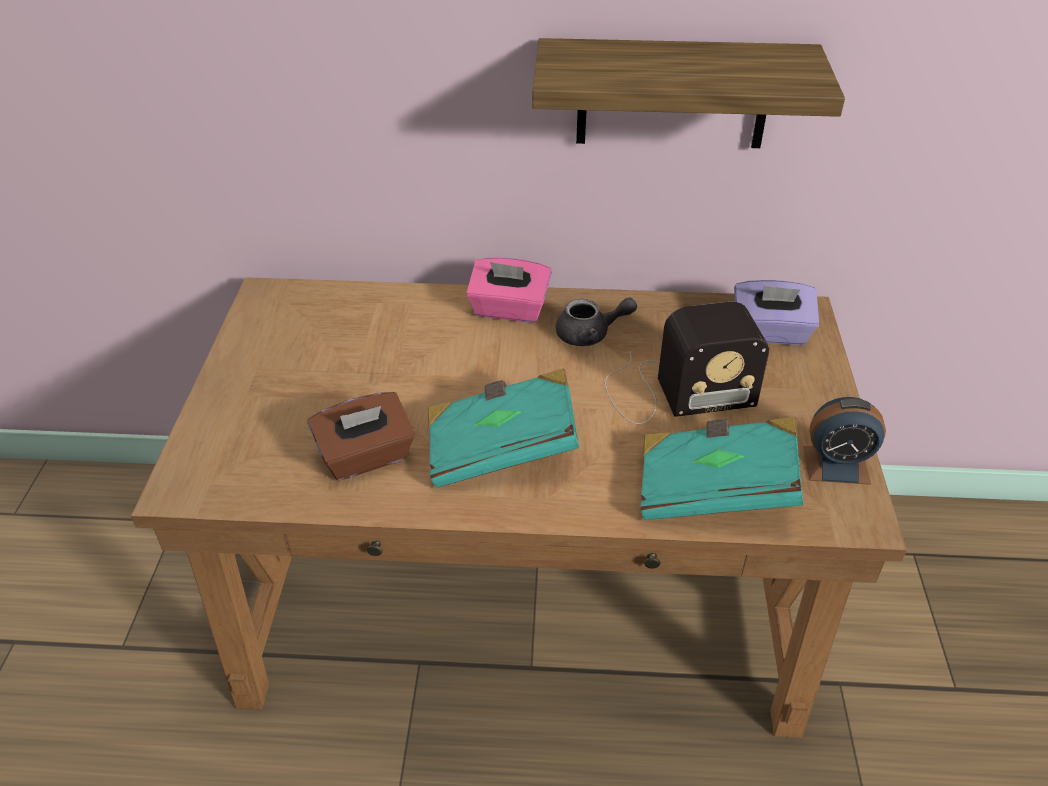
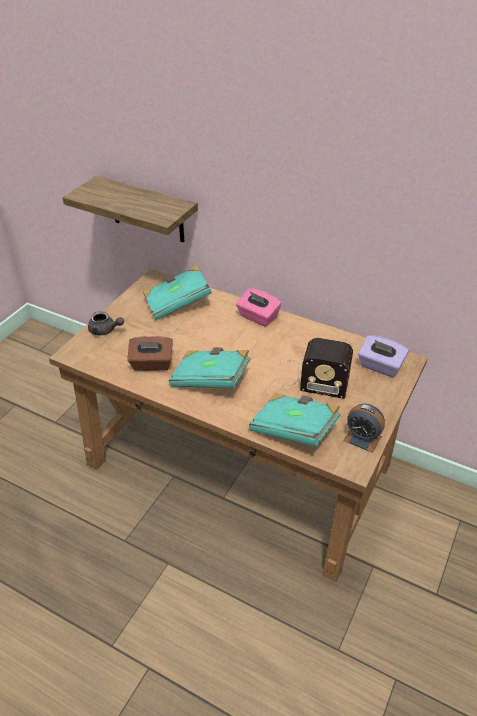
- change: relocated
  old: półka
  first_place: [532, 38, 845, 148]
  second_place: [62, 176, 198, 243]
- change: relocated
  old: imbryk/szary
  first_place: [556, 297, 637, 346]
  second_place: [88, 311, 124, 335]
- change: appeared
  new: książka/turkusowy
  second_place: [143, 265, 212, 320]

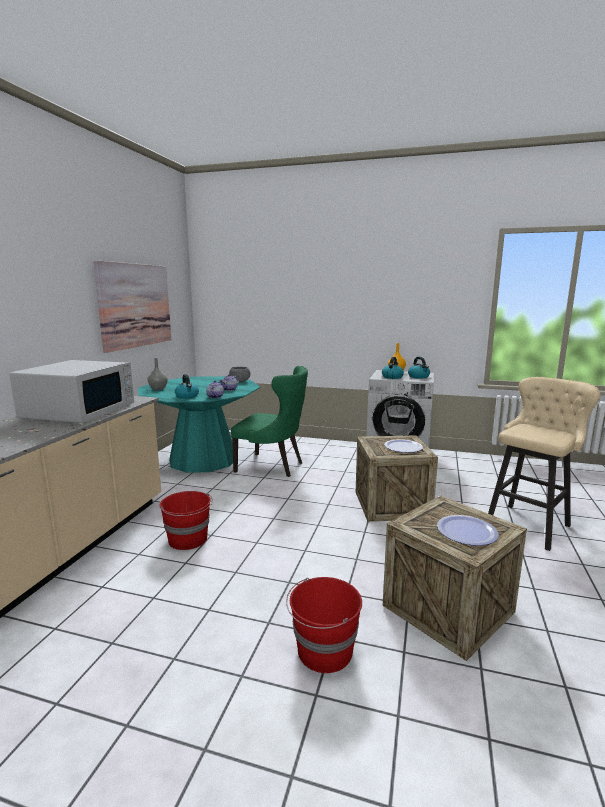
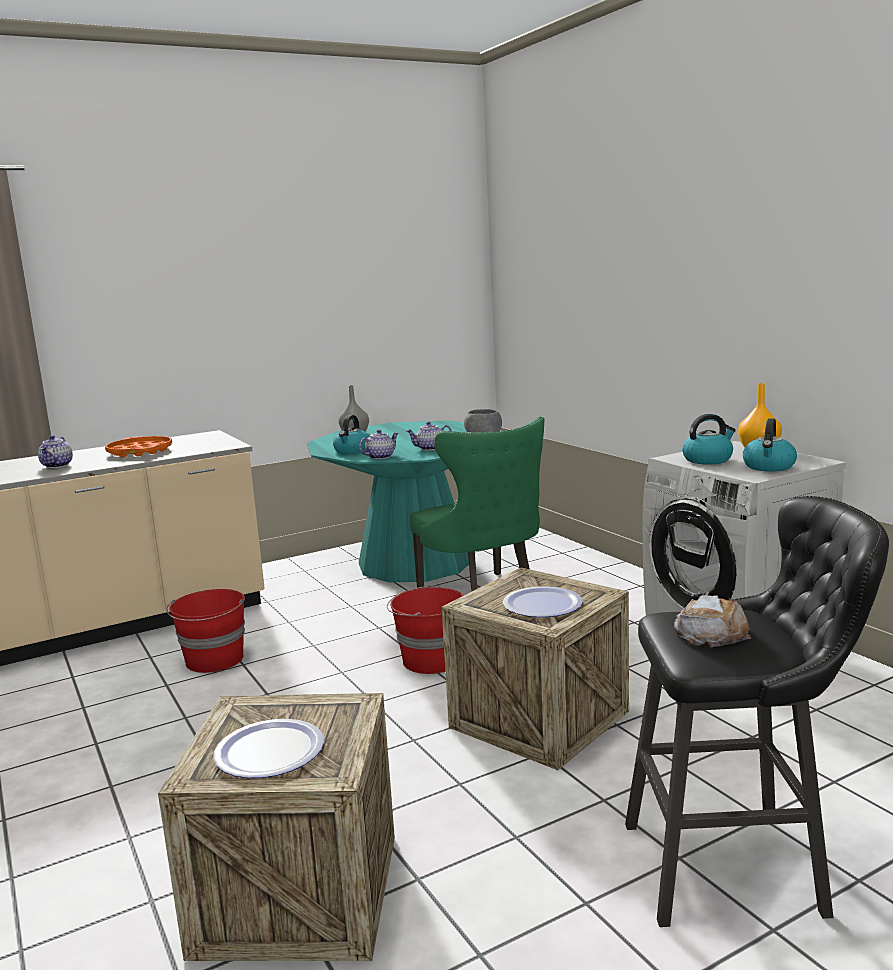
- change: missing
  old: obraz
  first_place: [93, 260, 171, 353]
- change: exchanged
  old: mikrofalówka/biały
  new: taca/pomarańczowy
  first_place: [9, 360, 134, 423]
  second_place: [105, 436, 172, 457]
- change: colour
  old: stołek/beżowy
  new: stołek/czarny
  first_place: [488, 377, 601, 551]
  second_place: [625, 496, 889, 927]
- change: relocated
  old: wiadro/czerwony
  first_place: [286, 577, 362, 673]
  second_place: [387, 585, 464, 674]
- change: appeared
  new: imbryk
  second_place: [38, 435, 73, 468]
- change: appeared
  new: chleb
  second_place: [674, 595, 751, 647]

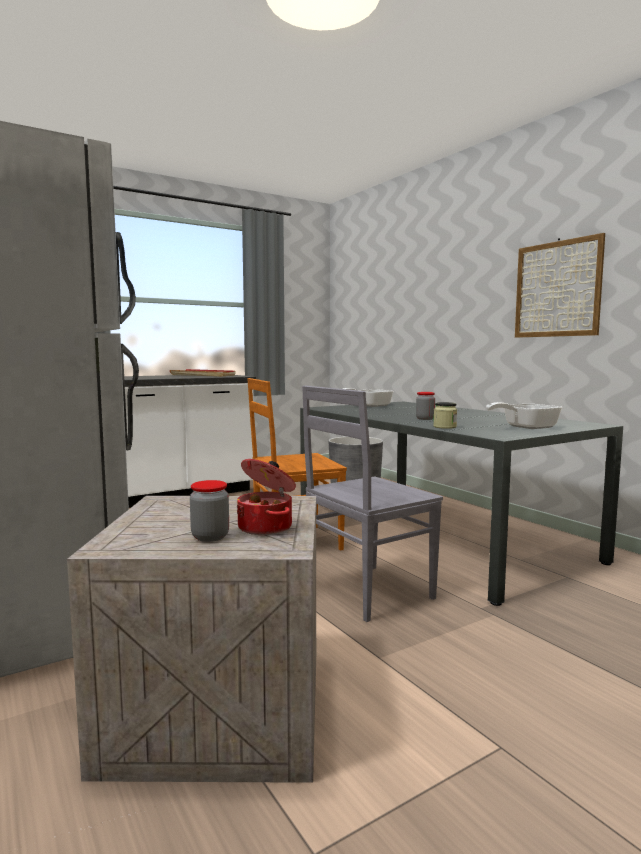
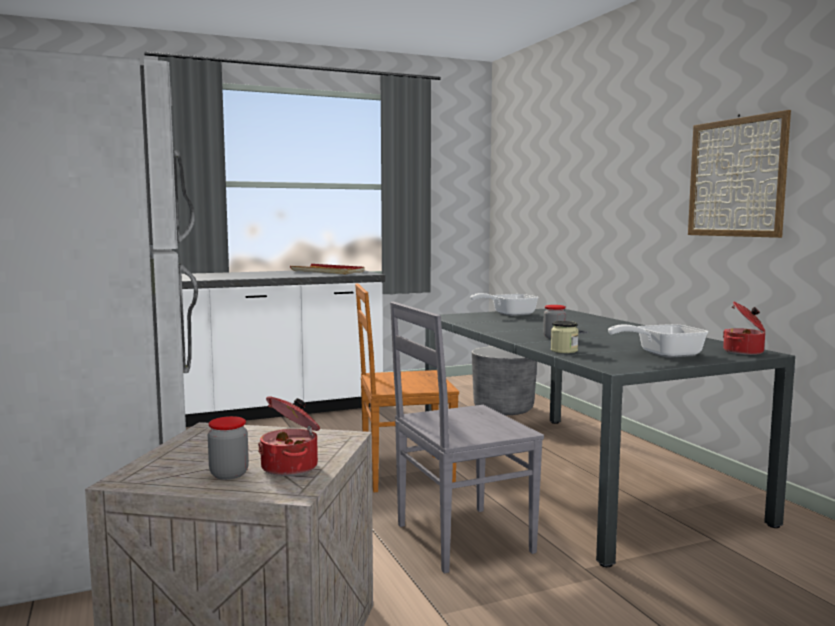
- change: appeared
  new: garnek
  second_place: [723, 302, 765, 355]

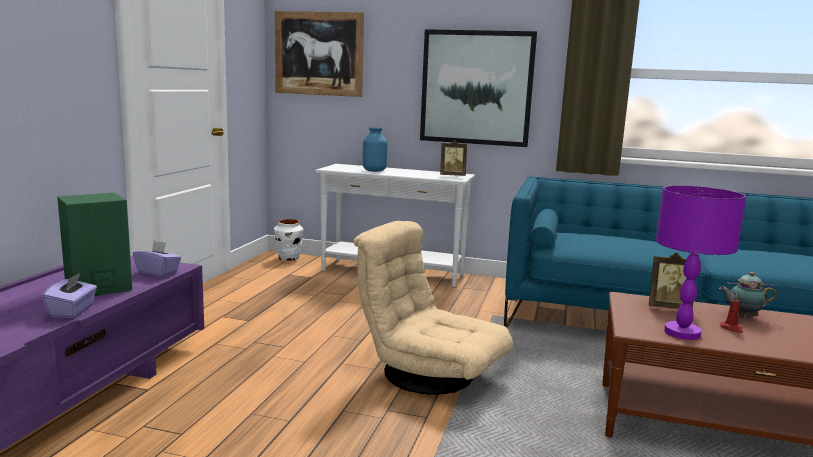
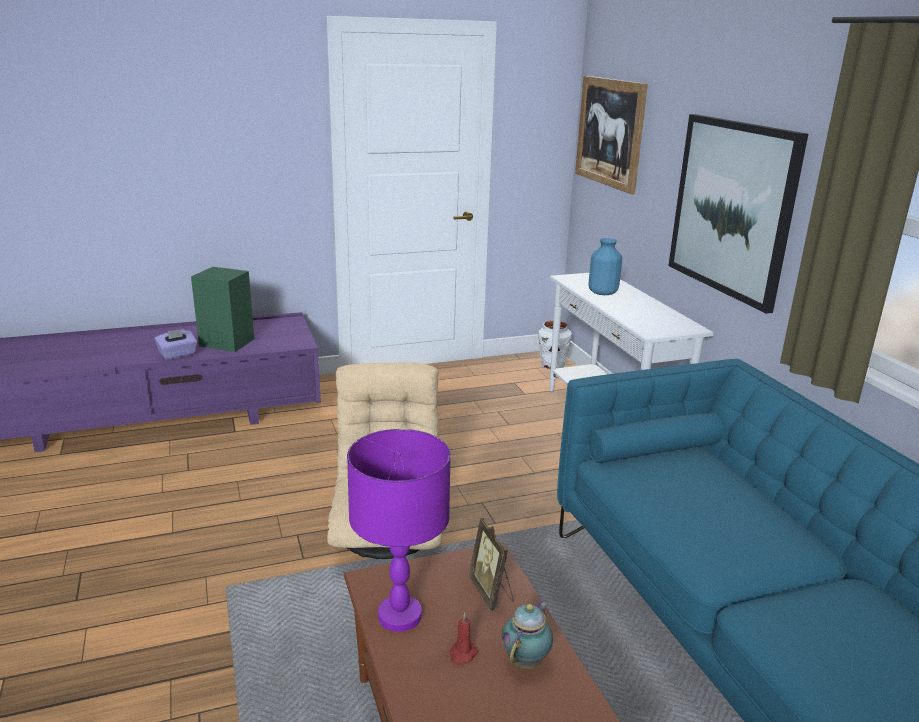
- change: missing
  old: ramka na zdjęcie
  first_place: [440, 140, 467, 176]
- change: missing
  old: pudełko chusteczek/fioletowy
  first_place: [133, 240, 181, 277]
- change: spun
  old: imbryk
  first_place: [719, 272, 777, 318]
  second_place: [501, 599, 553, 669]
  degrees: 60

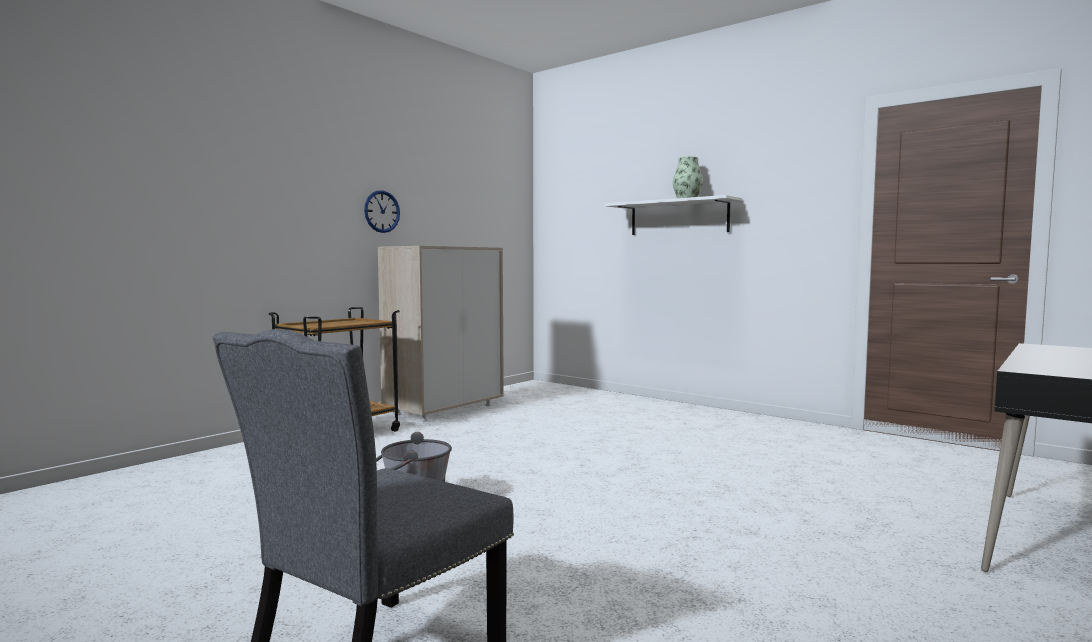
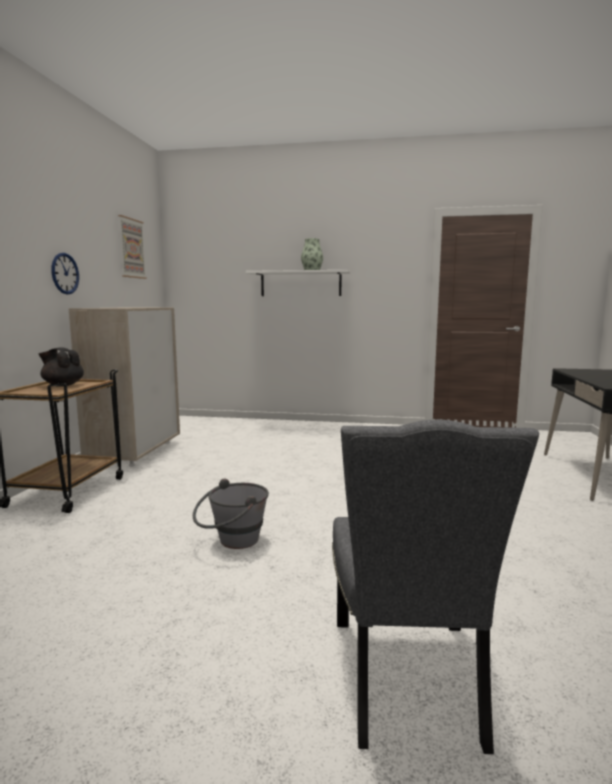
- change: appeared
  new: obraz
  second_place: [118, 215, 147, 279]
- change: appeared
  new: imbryk/czarny
  second_place: [39, 347, 84, 387]

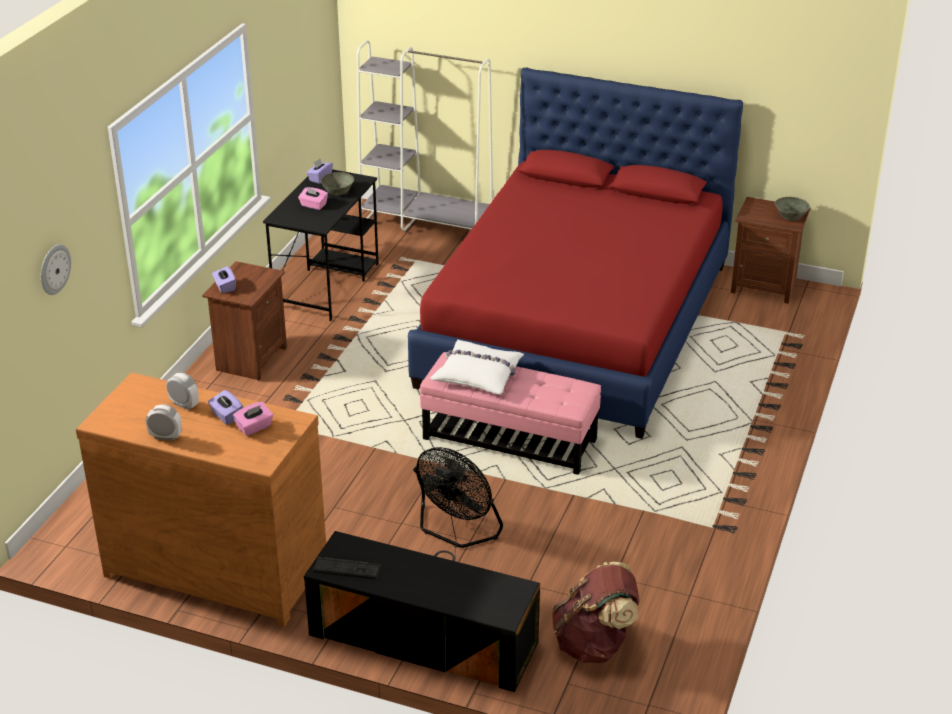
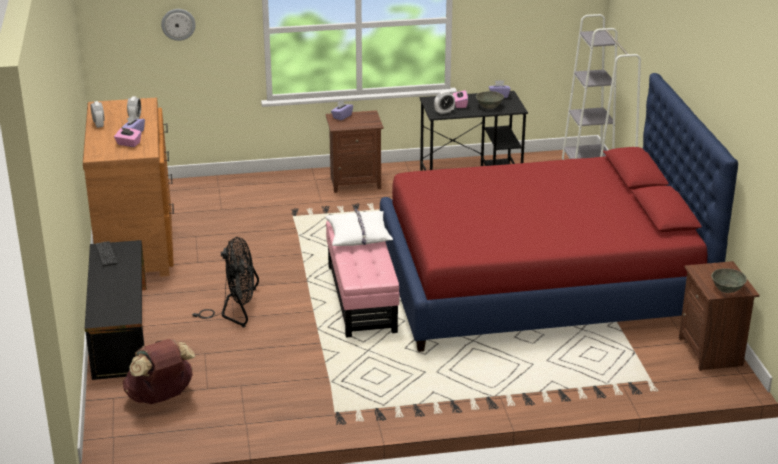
- change: appeared
  new: budzik
  second_place: [434, 91, 455, 114]

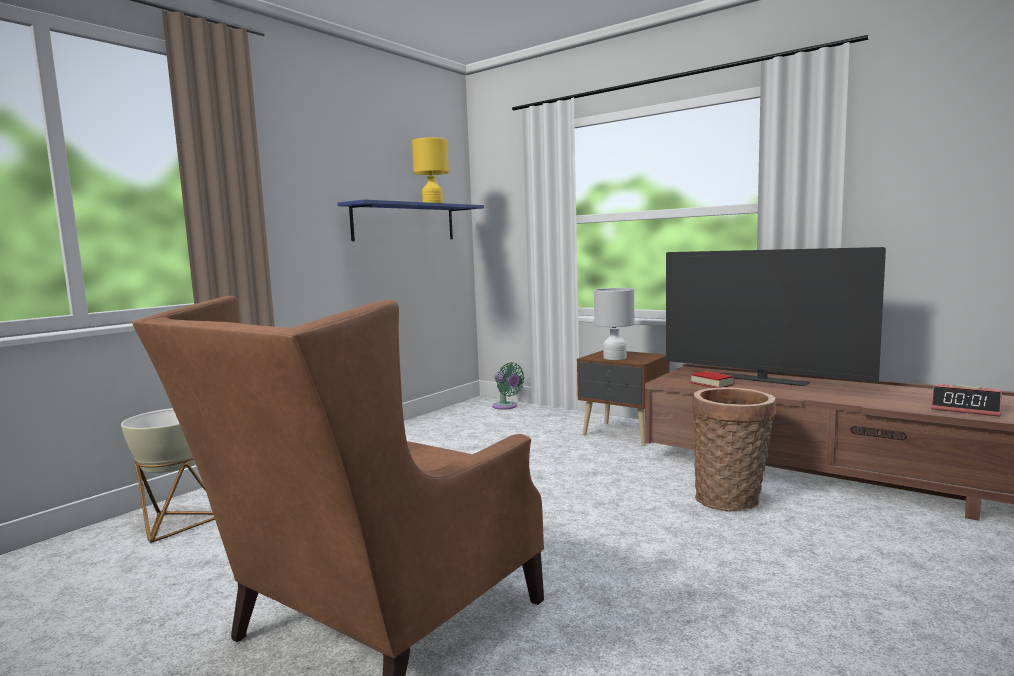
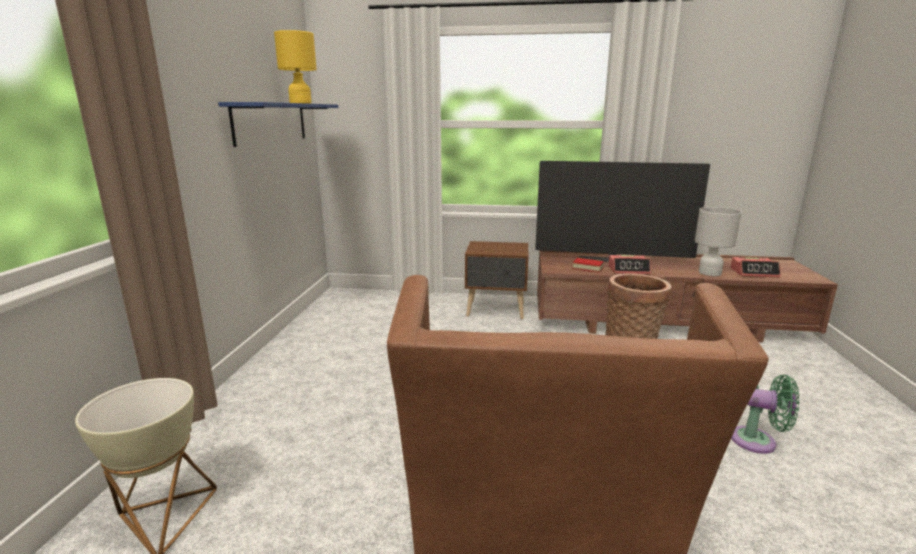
- change: relocated
  old: lampa stołowa/szary
  first_place: [594, 288, 634, 360]
  second_place: [695, 207, 741, 276]
- change: relocated
  old: wentylator/zielony
  first_place: [492, 362, 525, 410]
  second_place: [731, 375, 799, 454]
- change: appeared
  new: budzik
  second_place: [608, 255, 651, 274]

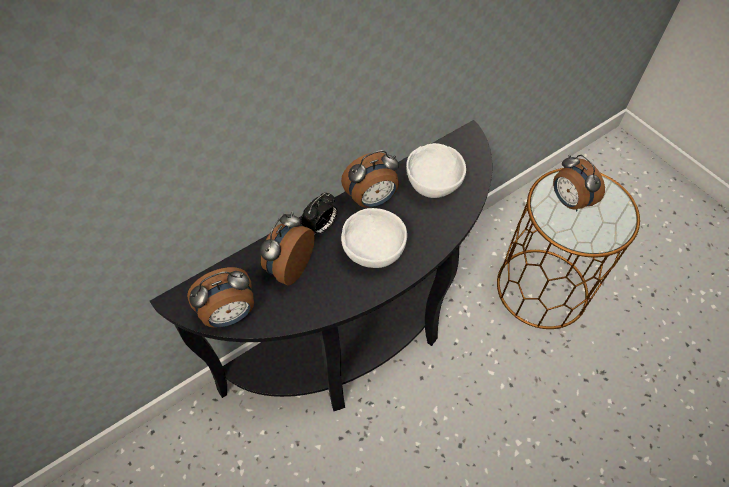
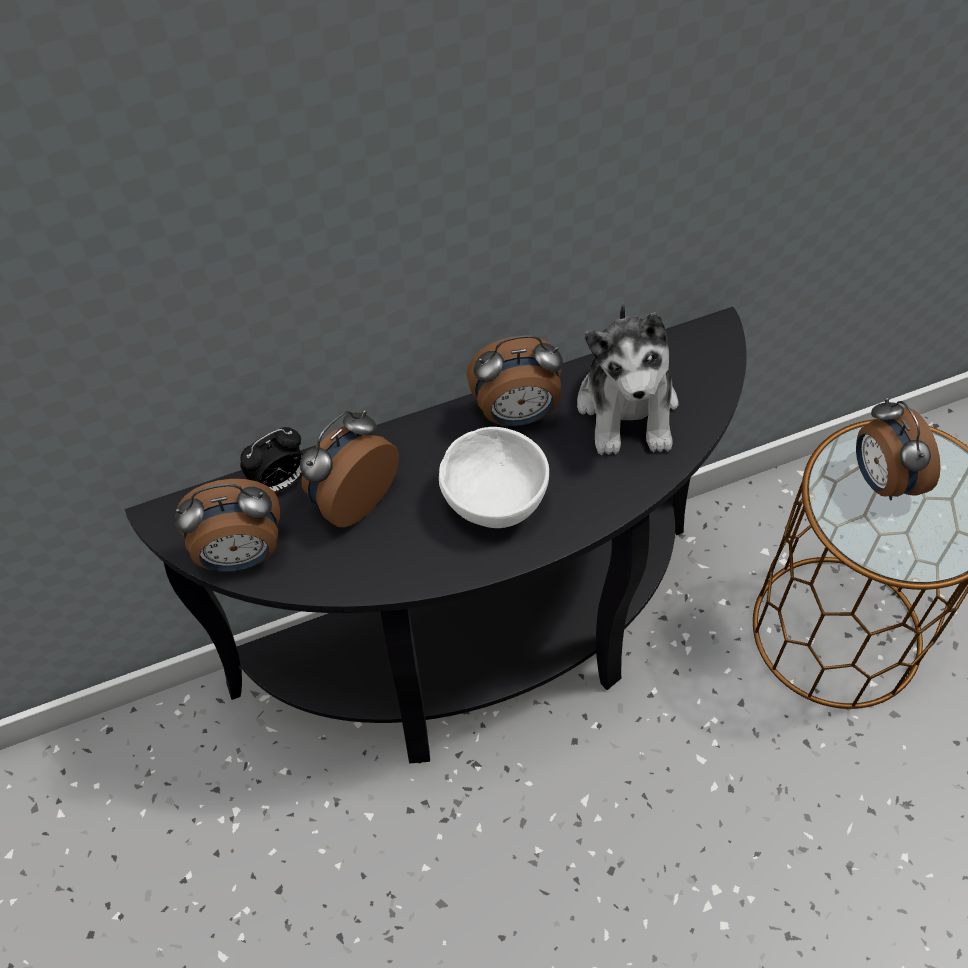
- change: exchanged
  old: miska/biały
  new: pluszak
  first_place: [406, 143, 466, 198]
  second_place: [577, 302, 678, 455]
- change: relocated
  old: budzik
  first_place: [301, 193, 338, 235]
  second_place: [240, 427, 303, 494]

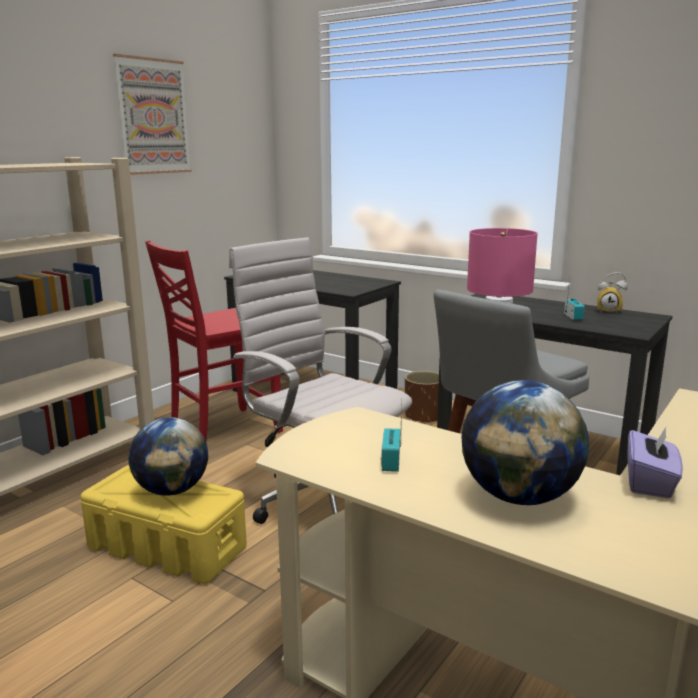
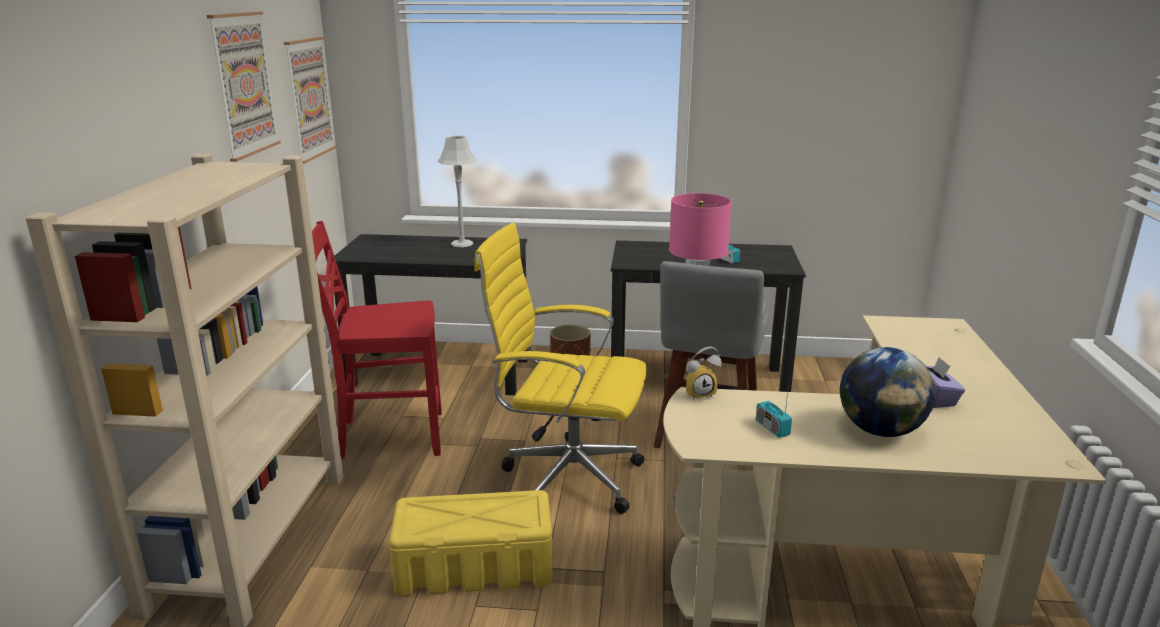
- change: colour
  old: krzesło biurowe/biały
  new: krzesło biurowe/żółty
  first_place: [229, 237, 412, 524]
  second_place: [474, 222, 647, 514]
- change: spun
  old: krzesło/czerwony
  first_place: [145, 240, 283, 441]
  second_place: [312, 221, 442, 459]
  degrees: 60
- change: relocated
  old: budzik
  first_place: [597, 272, 628, 313]
  second_place: [686, 346, 722, 400]
- change: missing
  old: globus
  first_place: [128, 417, 208, 496]
- change: appeared
  new: obraz
  second_place: [284, 37, 337, 164]
- change: appeared
  new: lampa stołowa/szary
  second_place: [437, 135, 477, 247]

